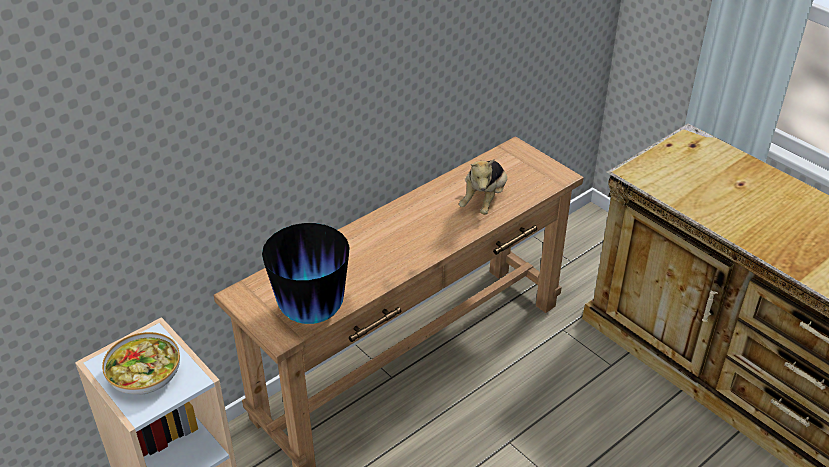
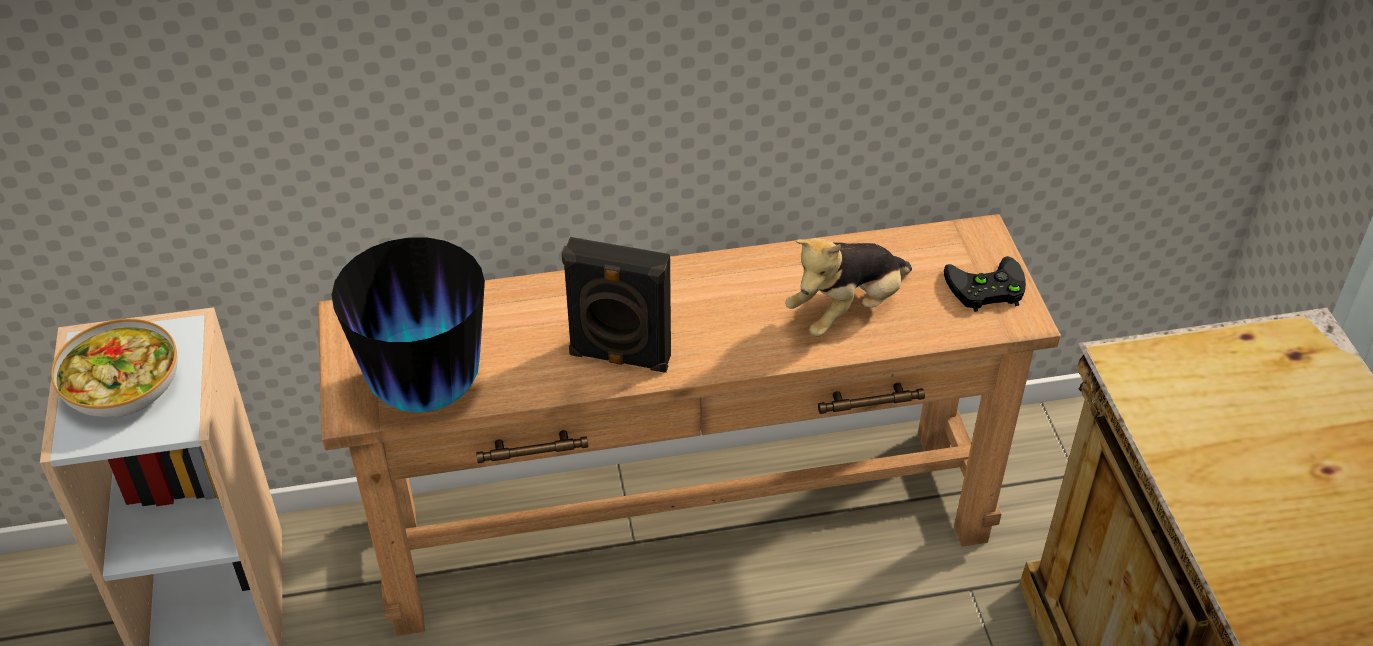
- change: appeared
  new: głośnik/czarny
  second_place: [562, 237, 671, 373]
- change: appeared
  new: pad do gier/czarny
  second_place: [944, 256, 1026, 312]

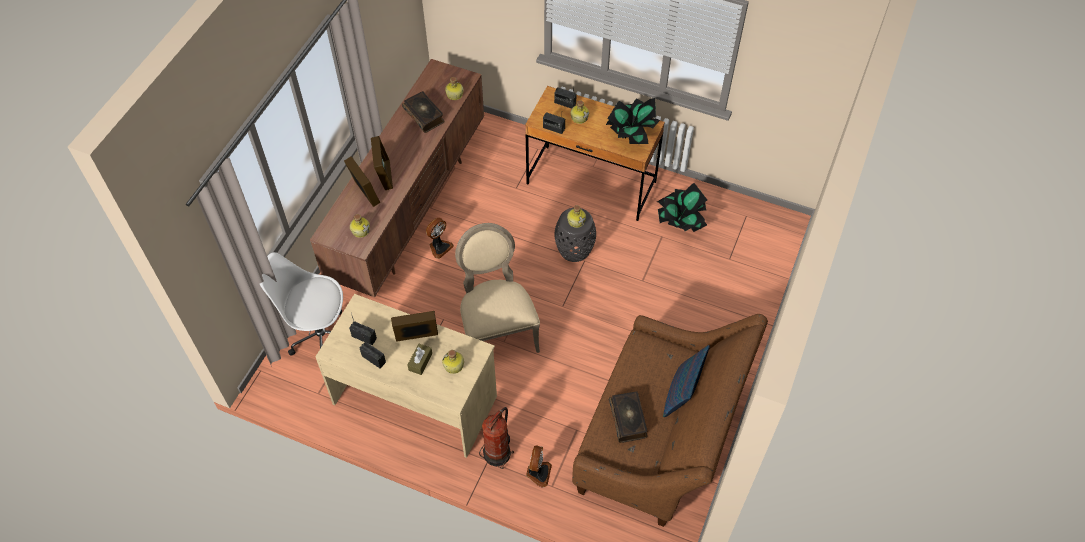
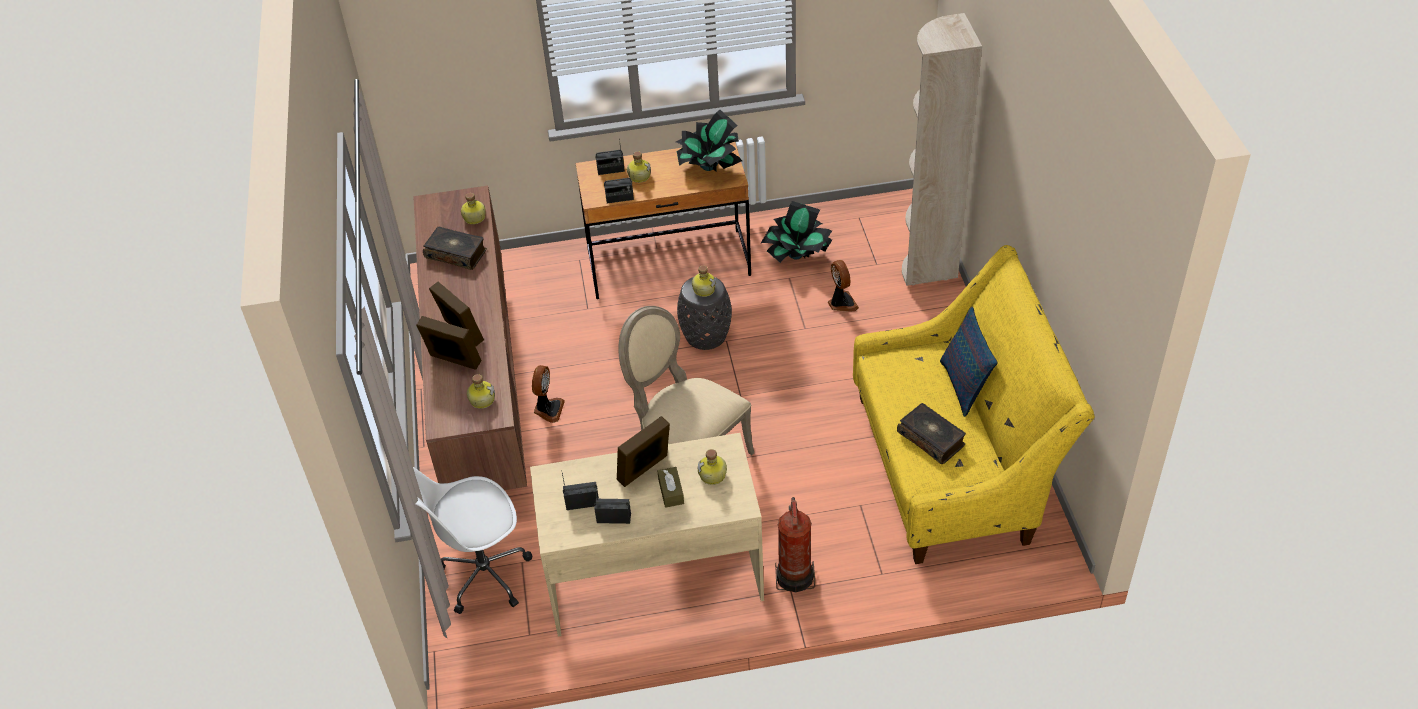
- change: colour
  old: kanapa/brązowy
  new: kanapa/żółty
  first_place: [572, 314, 768, 527]
  second_place: [853, 245, 1095, 564]
- change: relocated
  old: wentylator
  first_place: [526, 445, 552, 488]
  second_place: [828, 260, 859, 312]
- change: appeared
  new: regał/beżowy
  second_place: [902, 13, 982, 286]

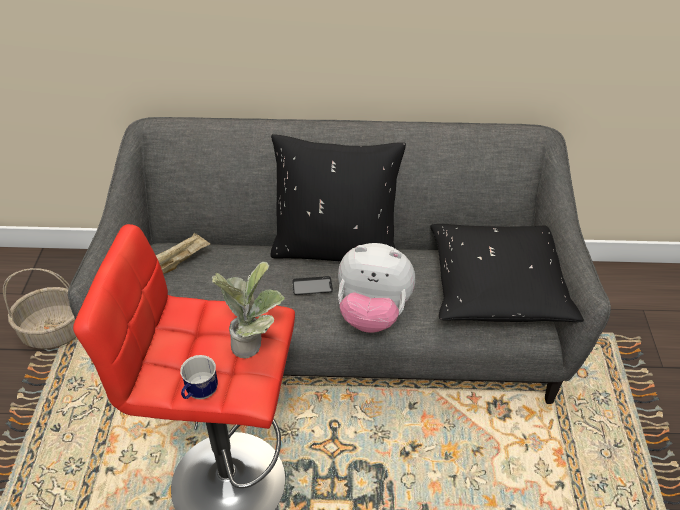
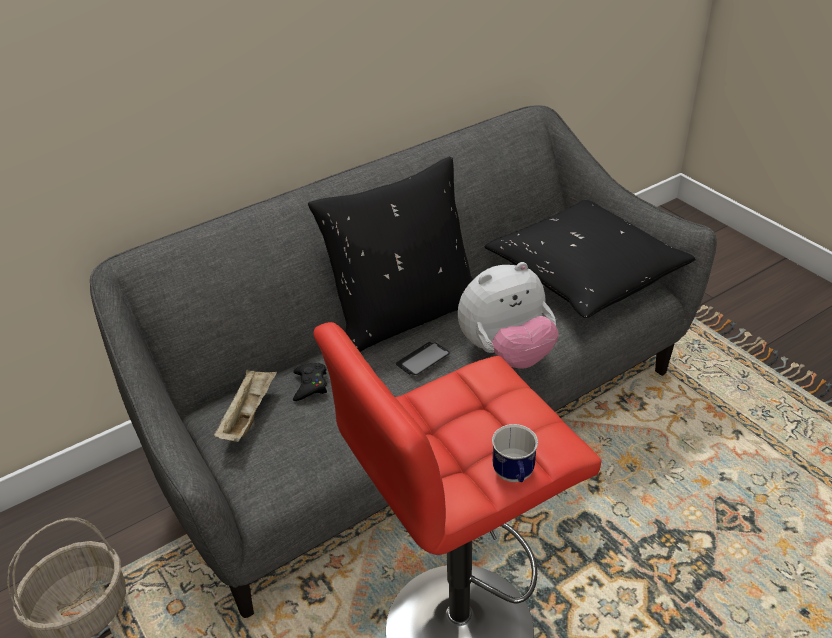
- change: missing
  old: roślina doniczkowa
  first_place: [211, 262, 285, 358]
- change: appeared
  new: pad do gier/czarny
  second_place: [293, 363, 327, 401]

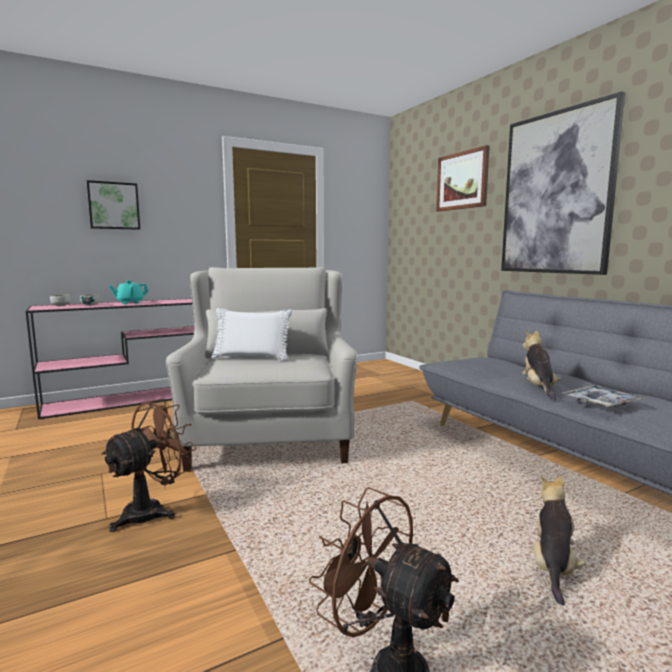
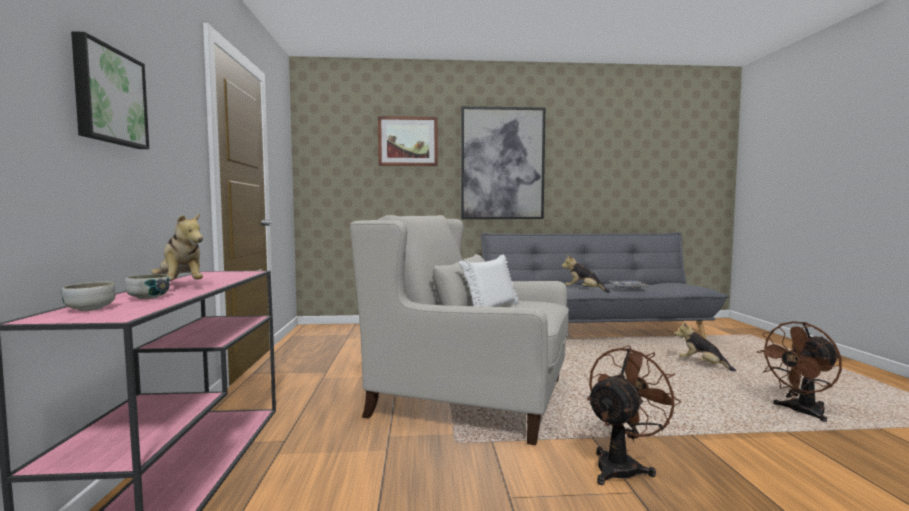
- change: exchanged
  old: imbryk/turkusowy
  new: pluszak
  first_place: [109, 280, 149, 304]
  second_place: [151, 213, 203, 281]
- change: spun
  old: wentylator/brązowy
  first_place: [101, 398, 197, 532]
  second_place: [587, 345, 681, 485]
  degrees: 75

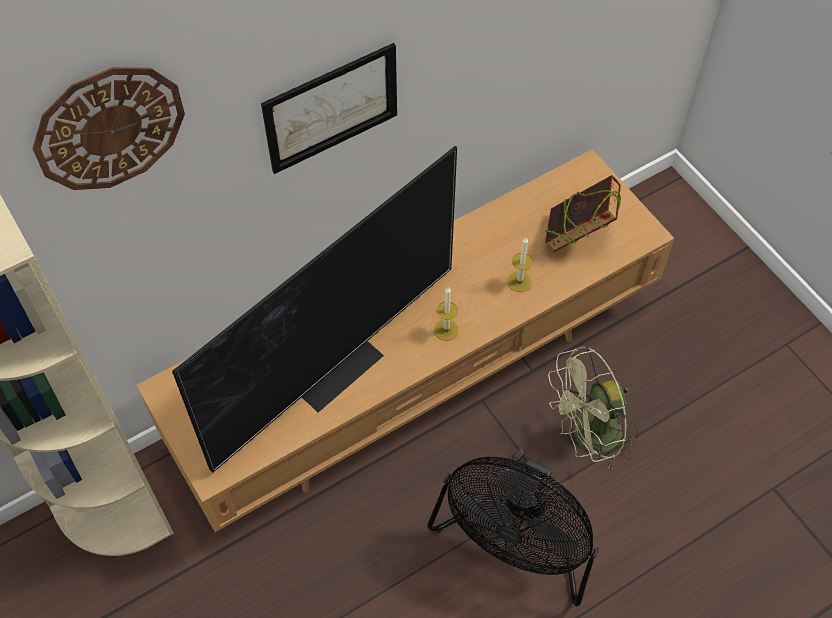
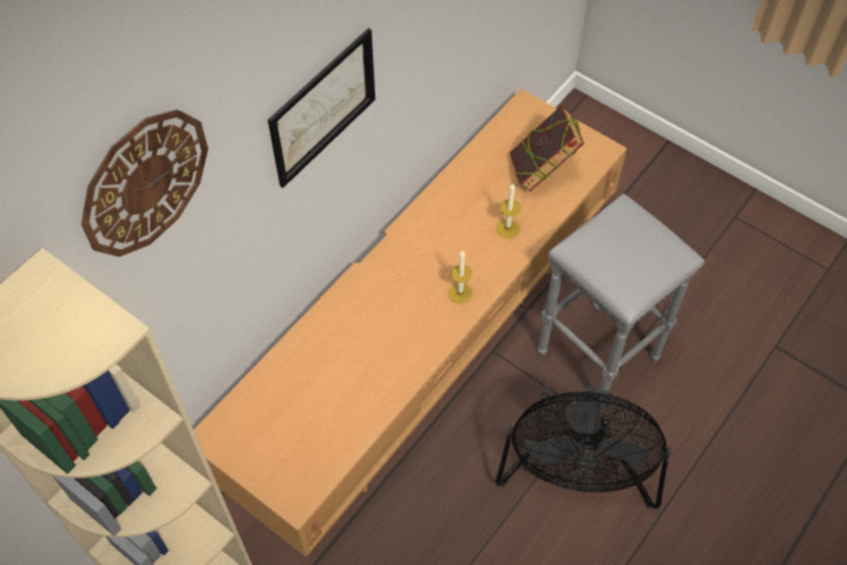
- change: missing
  old: telewizor
  first_place: [172, 146, 457, 473]
- change: exchanged
  old: wentylator/zielony
  new: stołek/szary
  first_place: [548, 346, 639, 469]
  second_place: [537, 194, 704, 408]

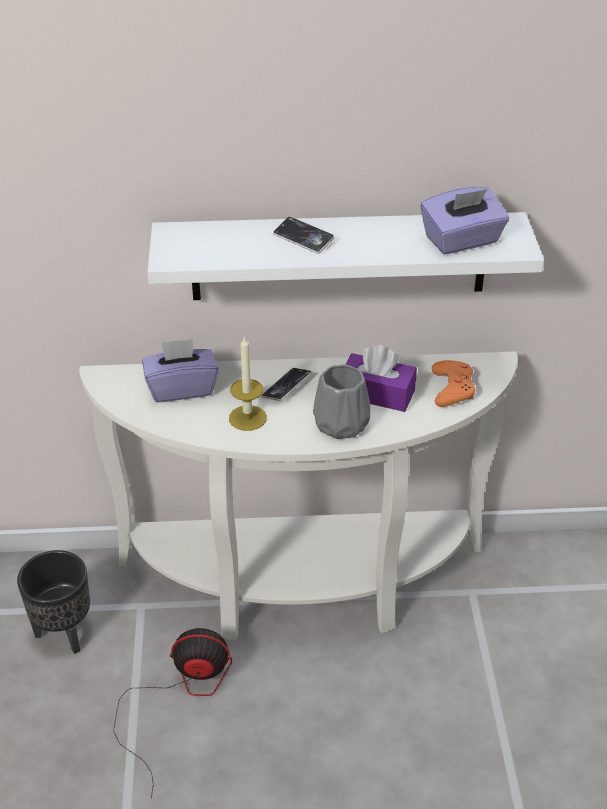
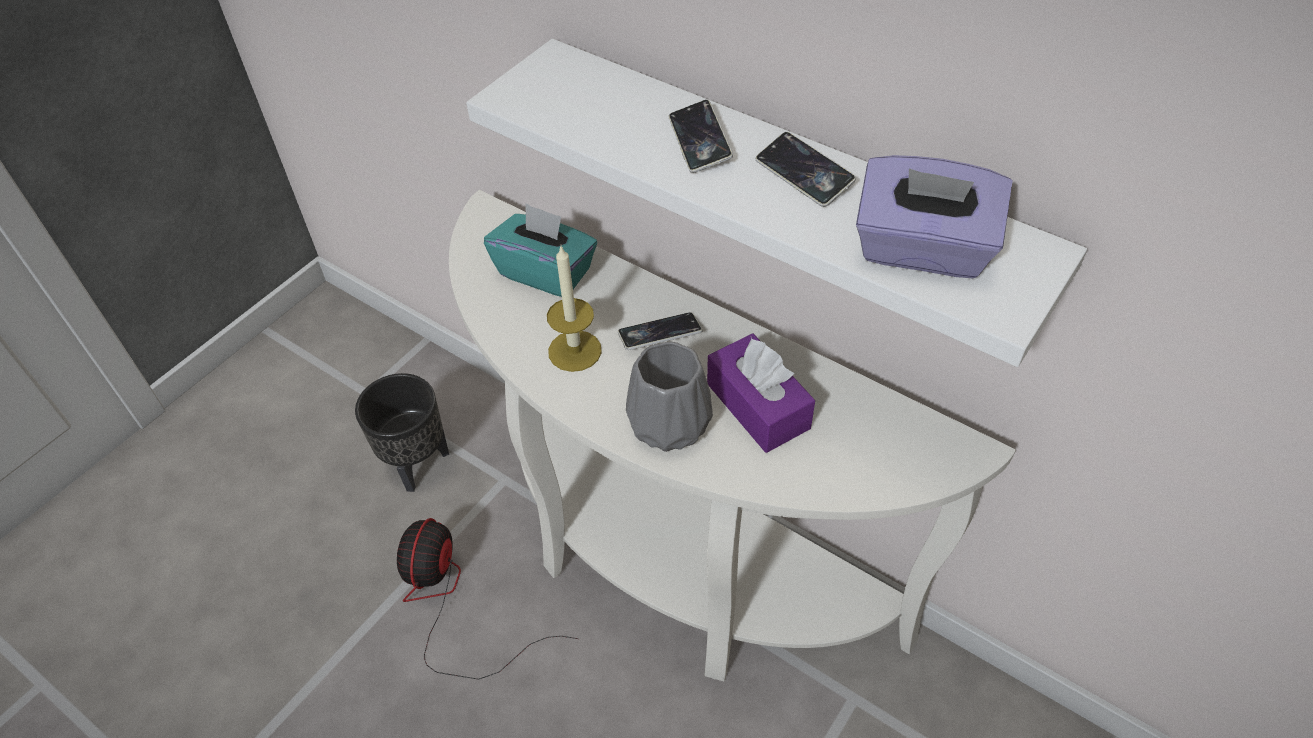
- change: colour
  old: pudełko chusteczek/fioletowy
  new: pudełko chusteczek/turkusowy
  first_place: [142, 339, 218, 402]
  second_place: [484, 203, 597, 297]
- change: missing
  old: pad do gier/pomarańczowy
  first_place: [432, 360, 476, 407]
- change: spun
  old: wentylator
  first_place: [113, 628, 232, 799]
  second_place: [397, 518, 579, 680]
  degrees: -120
- change: appeared
  new: telefon
  second_place: [755, 132, 856, 207]

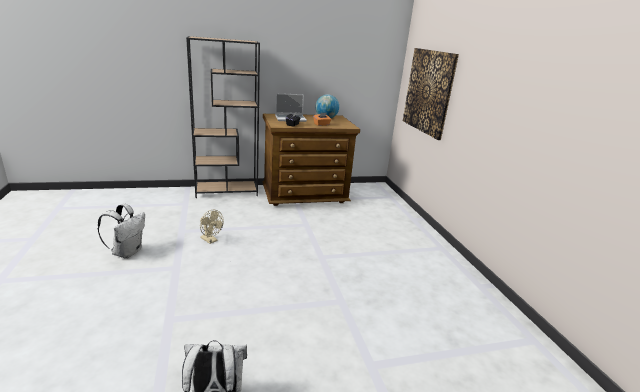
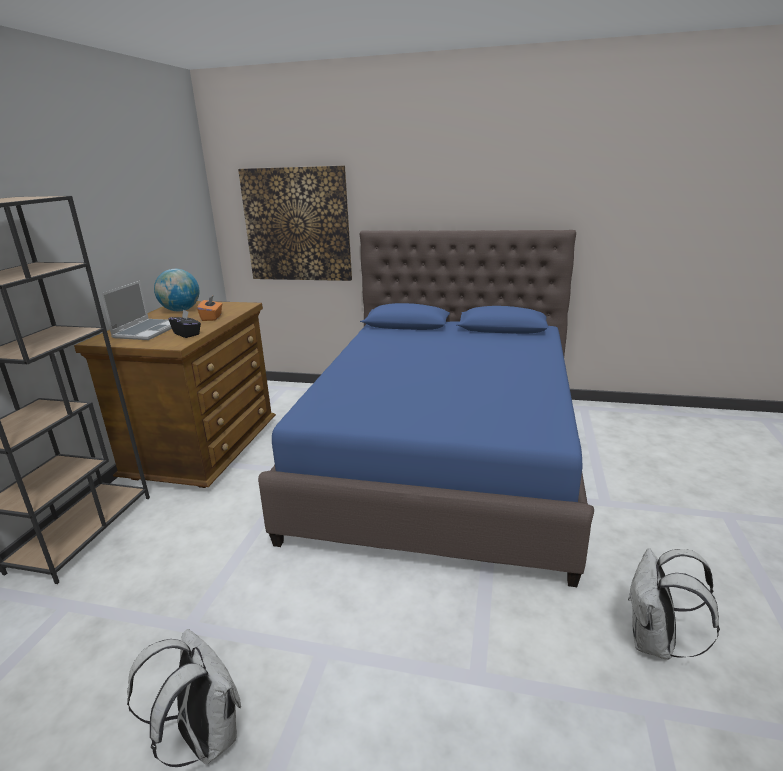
- change: missing
  old: wentylator/beżowy
  first_place: [200, 210, 224, 244]
- change: appeared
  new: łóżko/niebieski
  second_place: [258, 230, 594, 587]

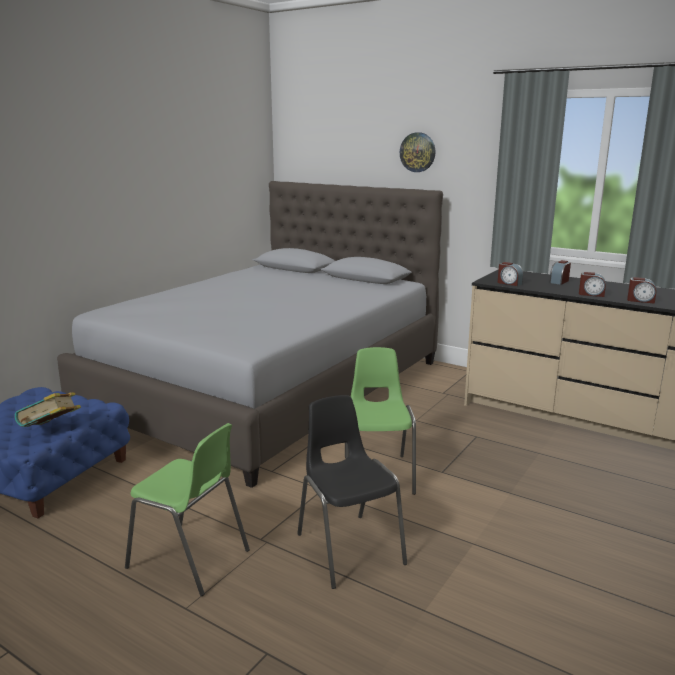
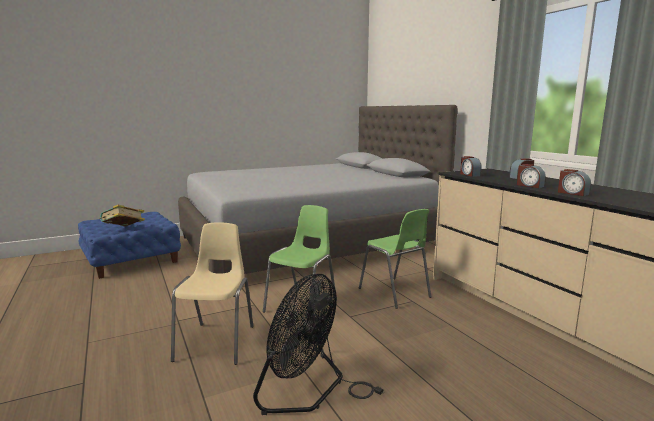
- change: missing
  old: zegar ścienny
  first_place: [400, 132, 435, 172]
- change: colour
  old: krzesło/czarny
  new: krzesło/beżowy
  first_place: [297, 395, 407, 589]
  second_place: [171, 222, 253, 365]
- change: relocated
  old: krzesło/zielony
  first_place: [125, 423, 250, 596]
  second_place: [359, 209, 431, 309]
- change: appeared
  new: wentylator/czarny
  second_place: [253, 274, 384, 415]

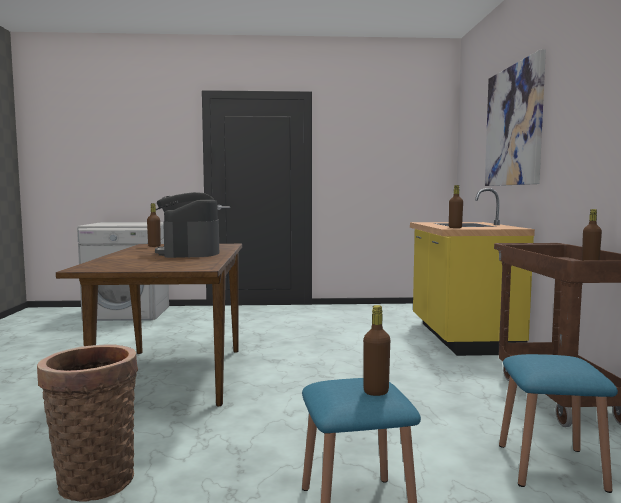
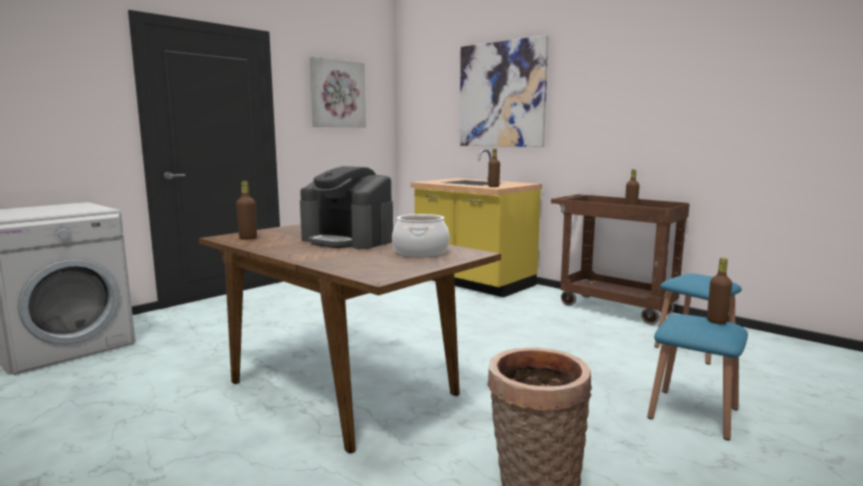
- change: appeared
  new: obraz
  second_place: [310, 56, 366, 128]
- change: appeared
  new: garnek
  second_place: [392, 214, 450, 257]

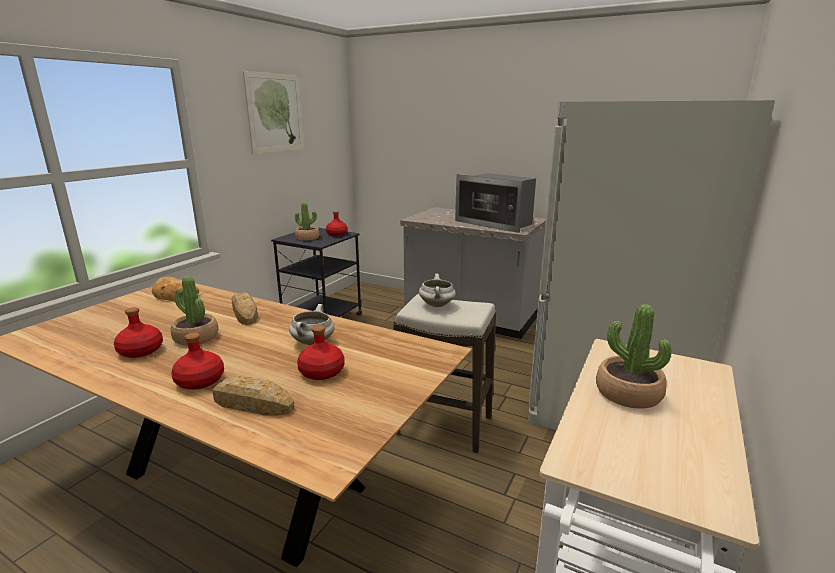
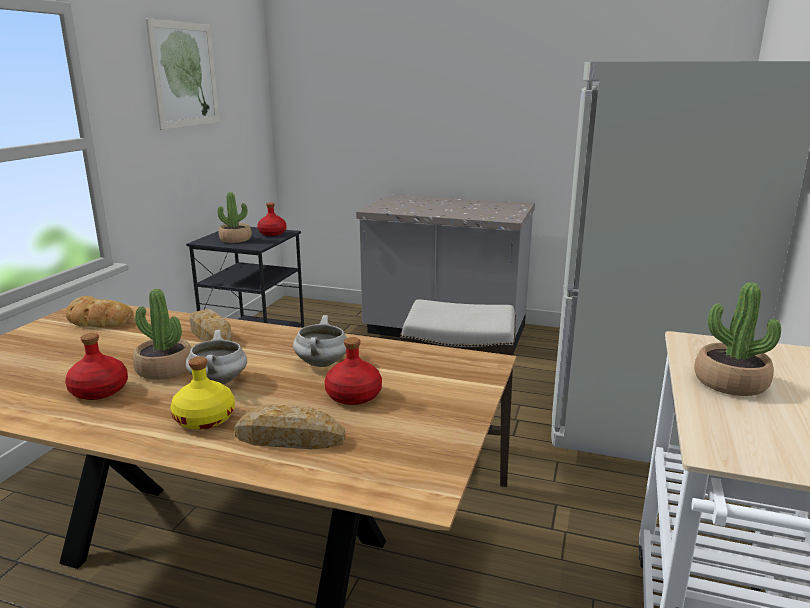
- change: missing
  old: mikrofalówka
  first_place: [455, 173, 536, 233]
- change: relocated
  old: garnek/biały
  first_place: [419, 274, 456, 307]
  second_place: [185, 330, 247, 385]
- change: colour
  old: butelka/czerwony
  new: butelka/żółty
  first_place: [171, 332, 224, 390]
  second_place: [170, 357, 235, 430]

